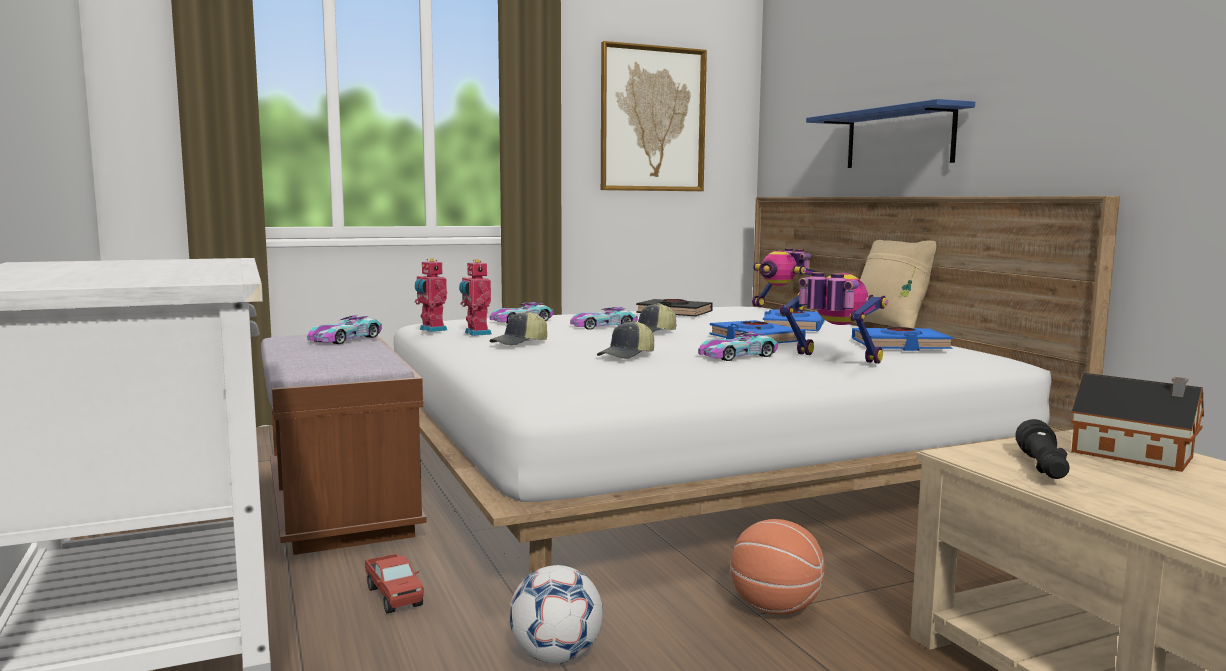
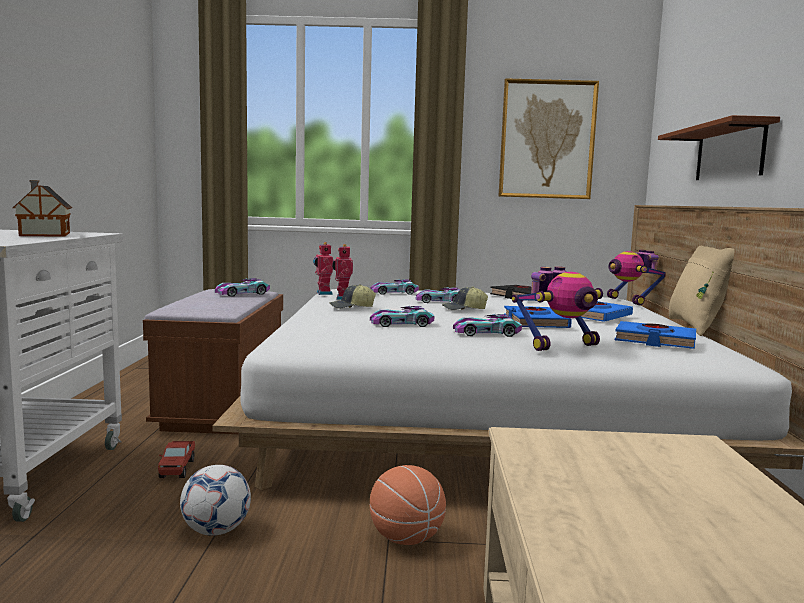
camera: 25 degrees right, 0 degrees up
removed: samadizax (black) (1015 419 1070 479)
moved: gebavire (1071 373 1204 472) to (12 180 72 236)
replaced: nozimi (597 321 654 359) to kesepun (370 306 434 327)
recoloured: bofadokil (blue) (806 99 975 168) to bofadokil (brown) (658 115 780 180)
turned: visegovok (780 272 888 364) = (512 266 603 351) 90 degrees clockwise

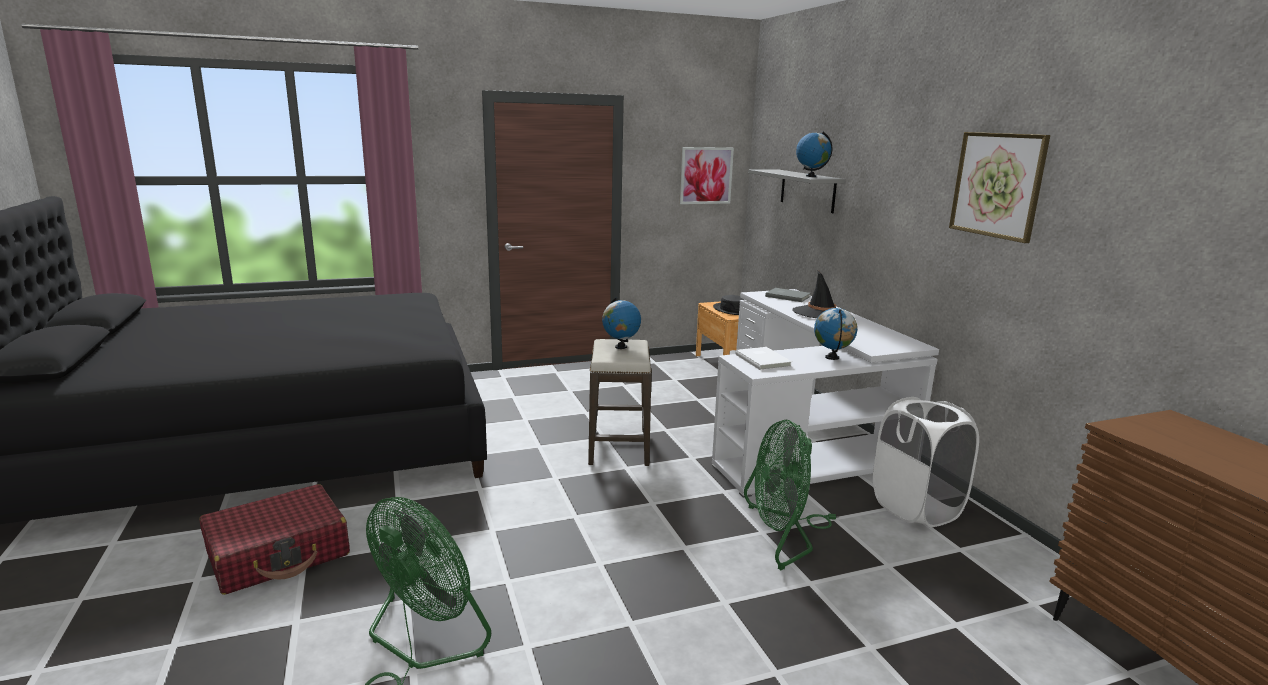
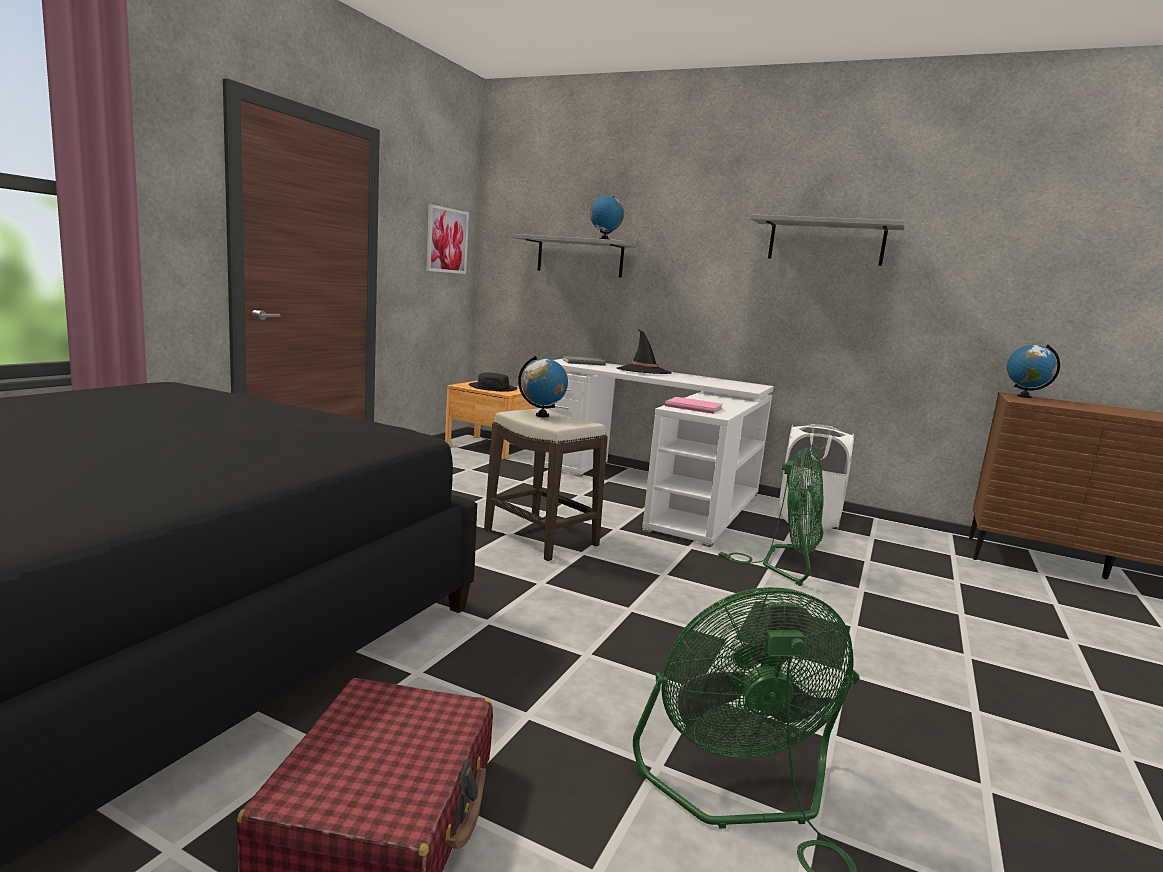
camera: 45 degrees left, 5 degrees down
moved: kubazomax (814 308 857 360) to (1007 345 1060 398)
replaced: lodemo (949 132 1050 243) to bofadokil (grey) (750 215 905 266)
recoloured: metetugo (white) (735 347 792 370) to metetugo (pink) (665 397 723 414)
turned: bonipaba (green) (744 420 837 570) = (717 448 824 586) 105 degrees counterclockwise

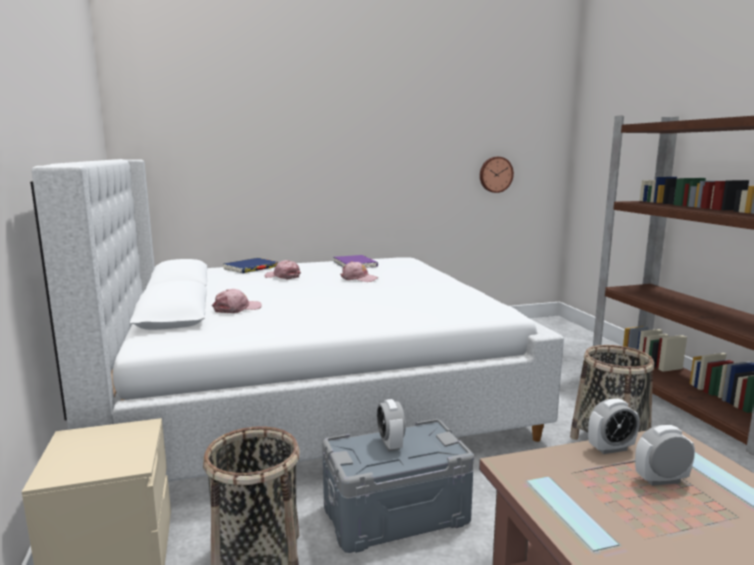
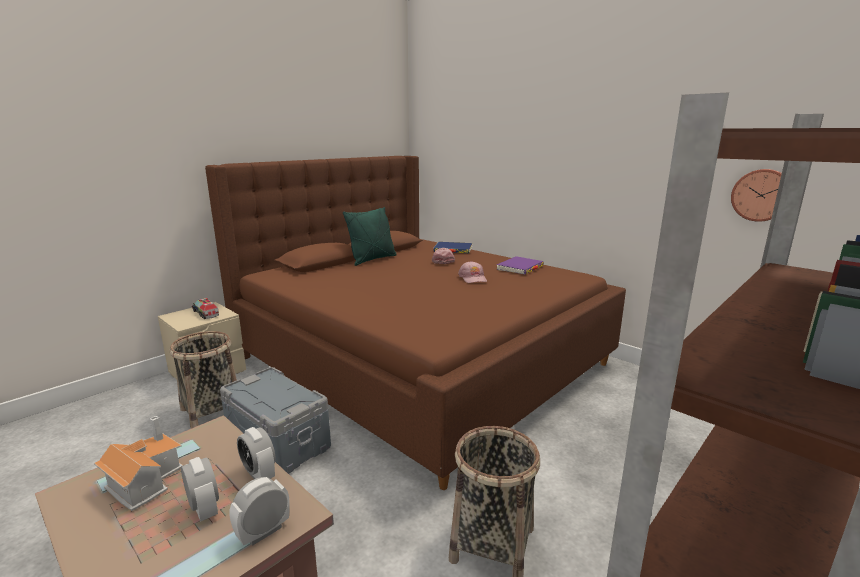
camera: 60 degrees right, 5 degrees up
removed: nozimi (pink) (212 289 262 313)
added: gebavire (94 416 183 511); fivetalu (191 298 219 319); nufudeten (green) (343 207 397 266)
moved: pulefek (377 399 406 451) to (230 477 290 546)
recoloured: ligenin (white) (30 159 564 482) to ligenin (brown) (205 156 626 490)

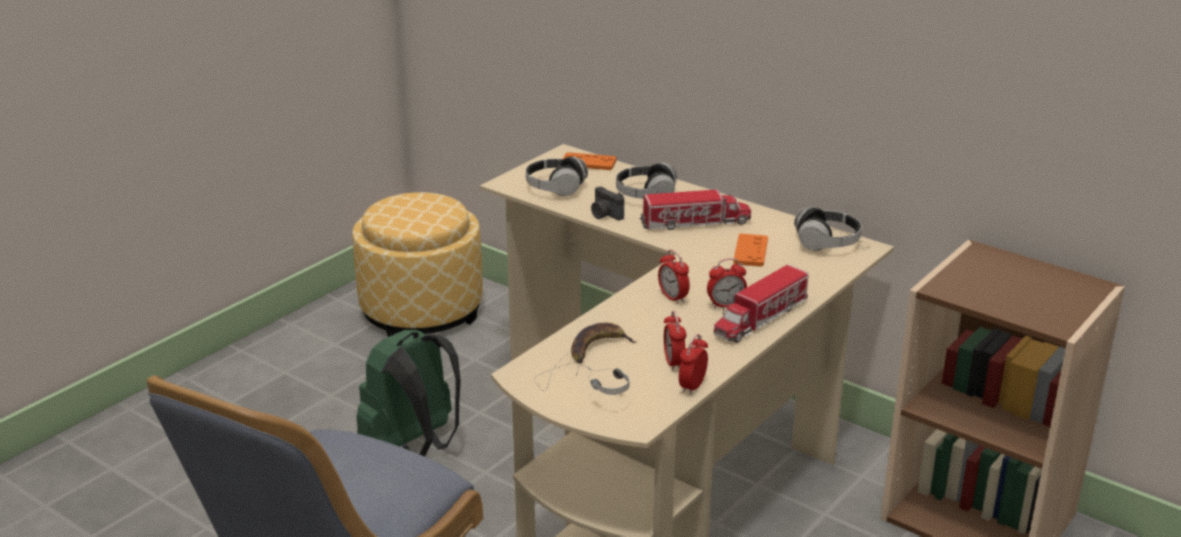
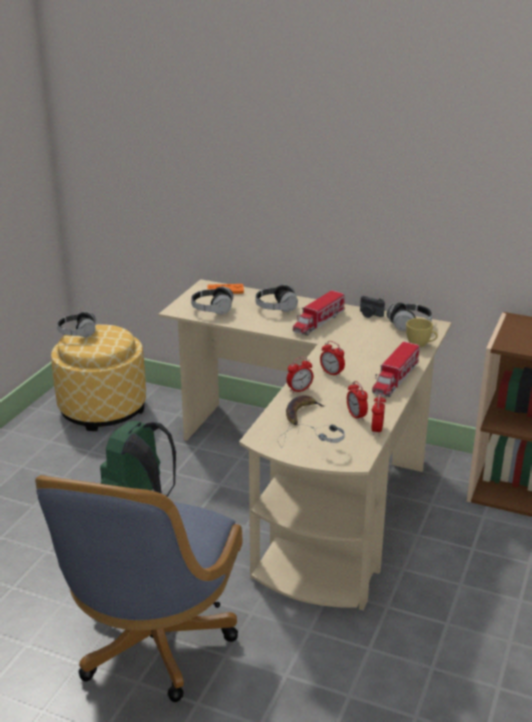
camera: 15 degrees left, 0 degrees up
removed: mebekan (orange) (733 233 768 267)
added: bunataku (57 311 96 337); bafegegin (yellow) (406 318 438 347)
moved: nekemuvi (591 186 624 220) to (360 296 385 318); pulefek (707 258 747 309) to (286 357 313 393)
turned: fivetalu (640 189 751 230) = (293 290 345 336) 150 degrees clockwise

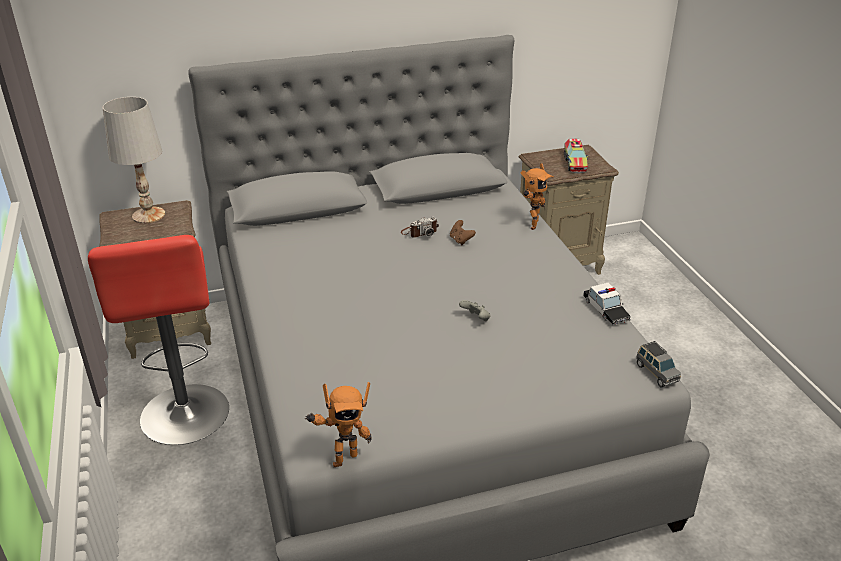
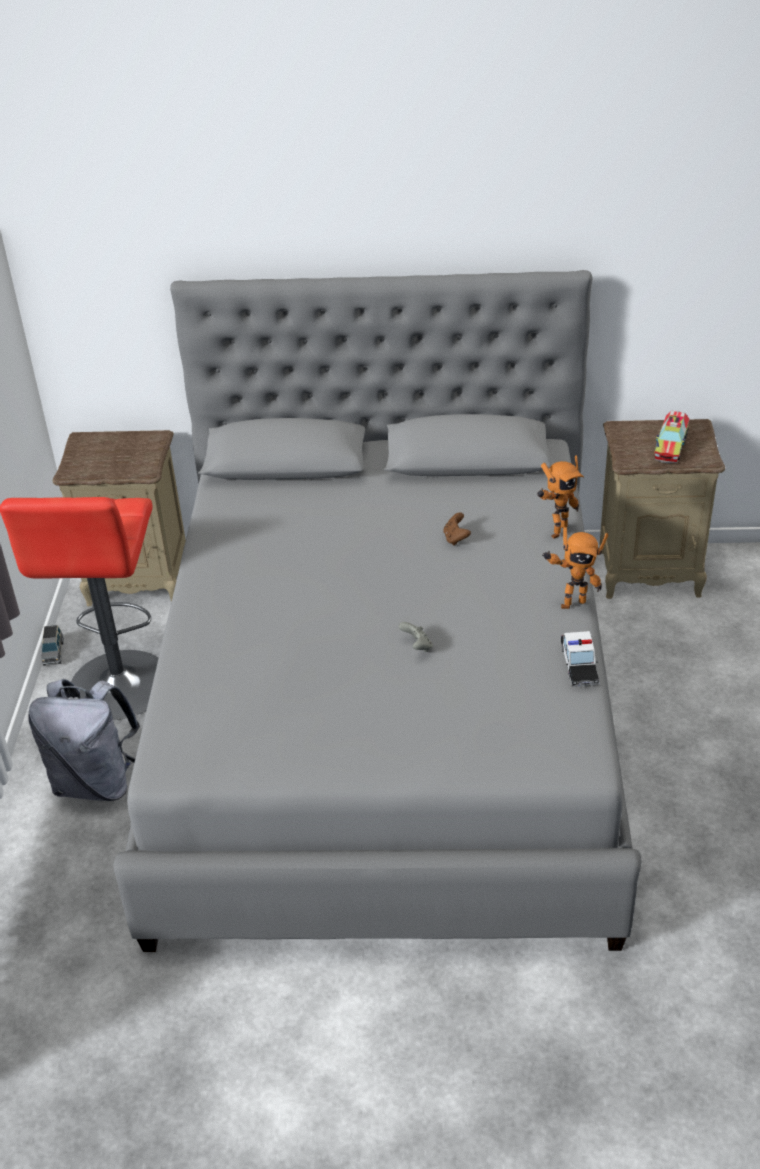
camera: 20 degrees right, 5 degrees up
removed: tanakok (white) (103 97 165 224); nekemuvi (401 217 439 238)
added: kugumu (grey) (28 679 140 801)
moved: visegovok (305 382 371 467) to (542 527 608 609); kesepun (grey) (636 341 681 387) to (41 625 64 666)

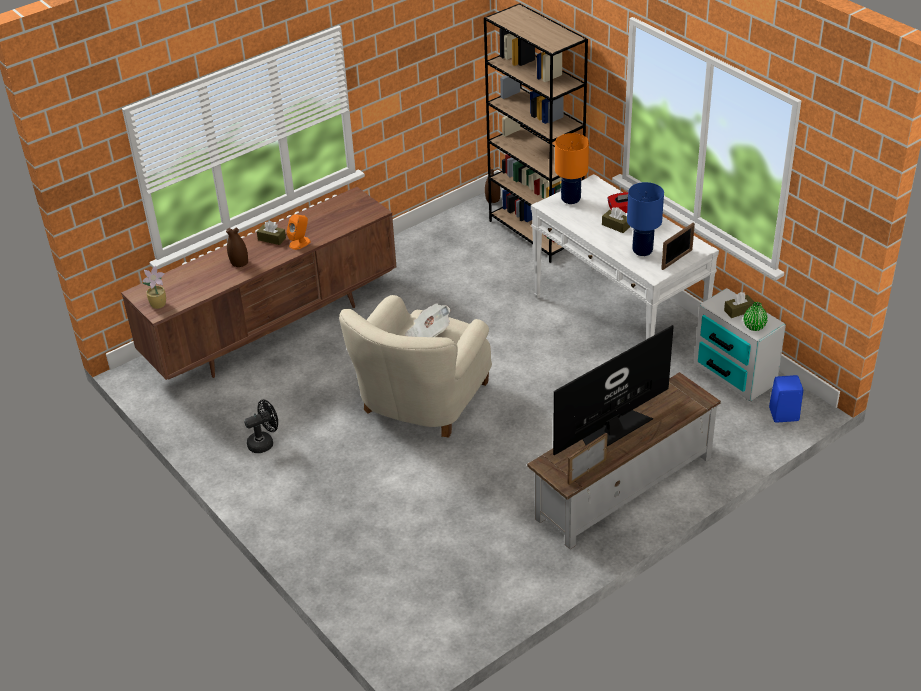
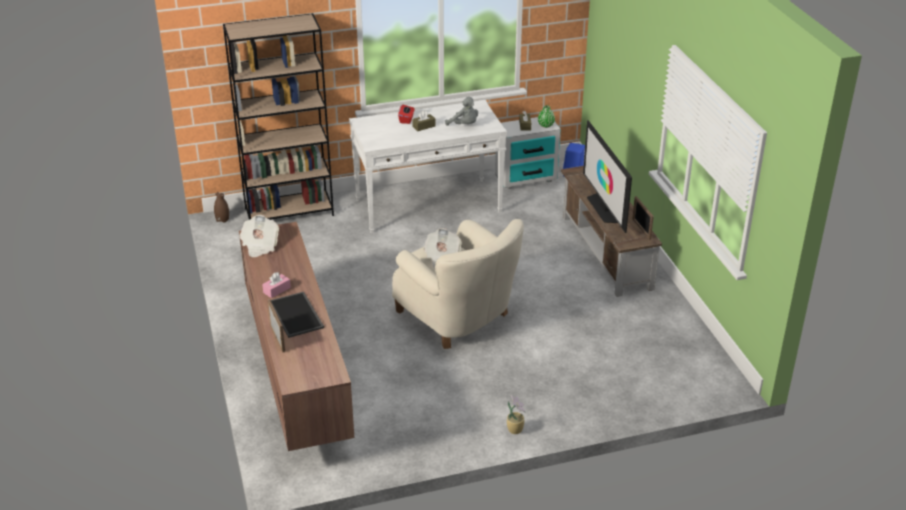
camera: 70 degrees left, 5 degrees down
removed: bonipaba (black) (244 399 278 453); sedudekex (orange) (287 214 311 250); tanakok (orange) (555 133 589 204)
added: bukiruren (239 215 279 258)
moved: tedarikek (142 266 166 309) to (507 395 526 434); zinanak (661 223 695 270) to (268 300 285 352)
replaced: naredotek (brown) (226 228 248 267) to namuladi (270 292 324 338); tanakok (blue) (627 182 664 256) to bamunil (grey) (445 97 478 126)
recoloured: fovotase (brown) (257 221 286 245) to fovotase (pink) (262 272 291 298)

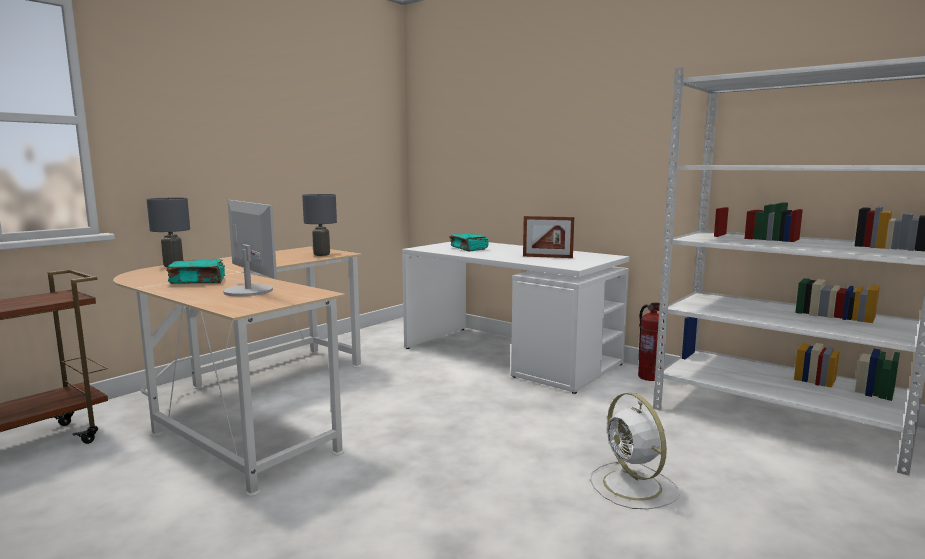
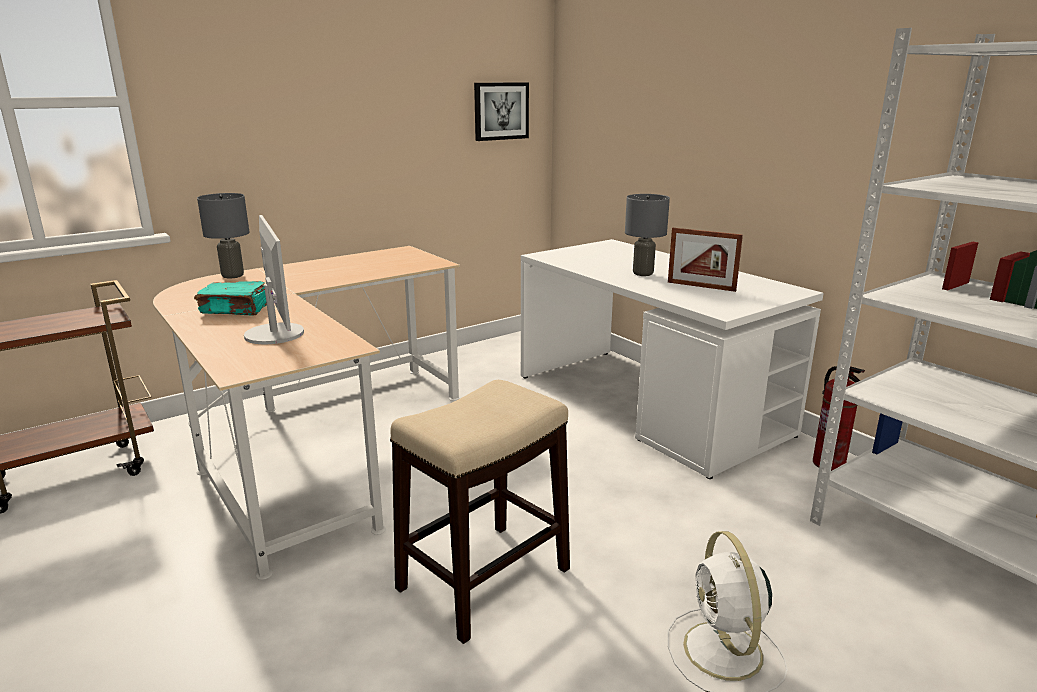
camera: 15 degrees right, 10 degrees up
removed: metetugo (turquoise) (449 234 489 251)
added: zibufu (390 380 570 644); lodemo (474 82 529 141)
moved: tanakok (grey) (302 193 337 256) to (625 194 670 276)

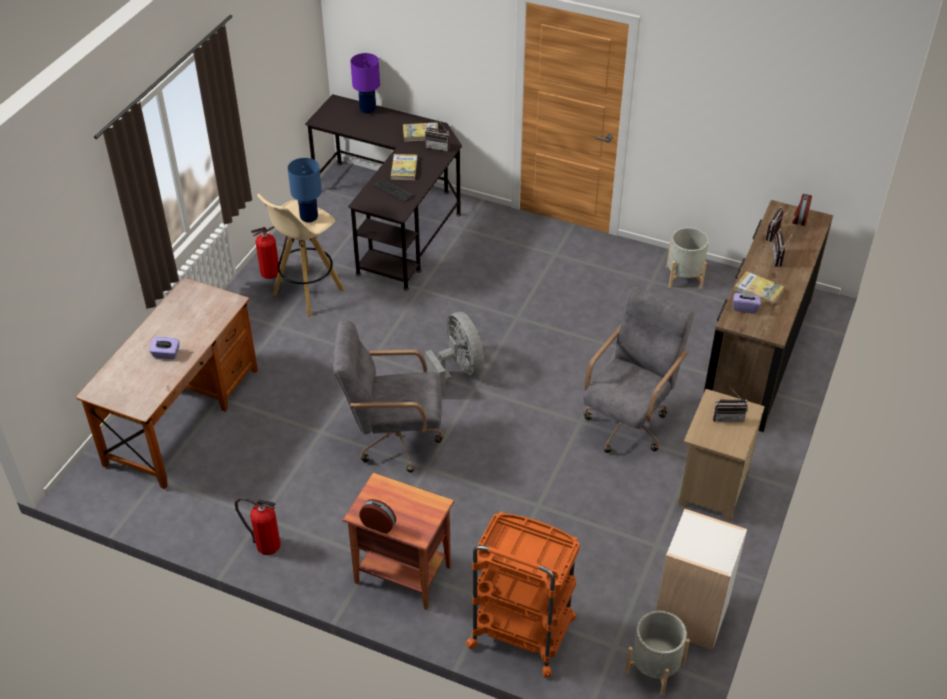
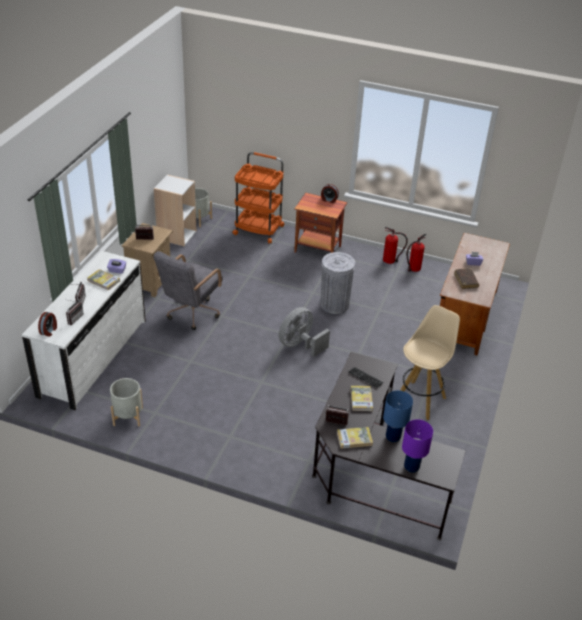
camera: 175 degrees right, 5 degrees down
added: metetugo (brown) (454 268 479 289)
moved: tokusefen (251 226 288 279) to (406 234 426 272); tanakok (blue) (288 158 322 223) to (383 390 413 442)
replaced: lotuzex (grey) (333 321 444 473) to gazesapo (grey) (320 252 355 314)
recoloured: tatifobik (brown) (703 200 833 432) to tatifobik (white) (22 251 146 410)
turned: bonipaba (grey) (425 312 484 396) = (279 307 330 357) 75 degrees clockwise

